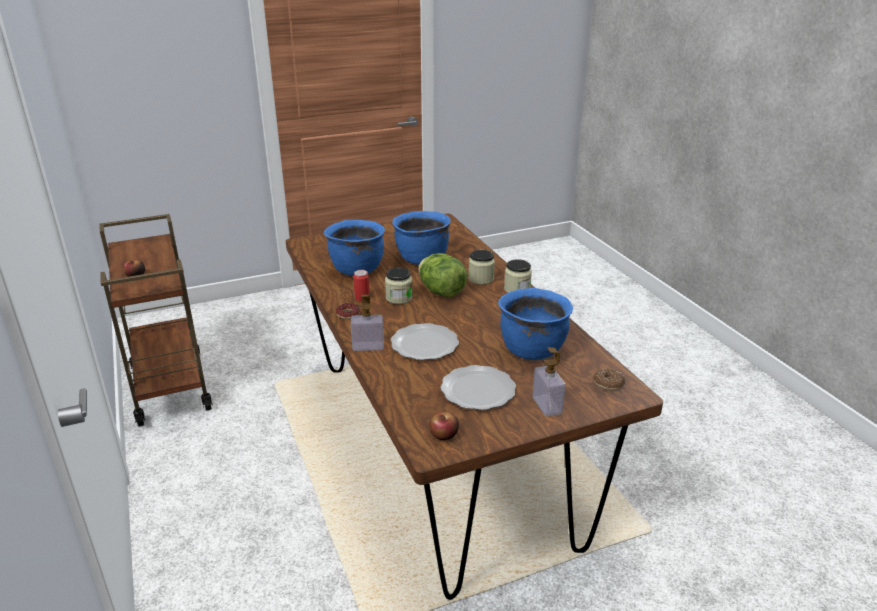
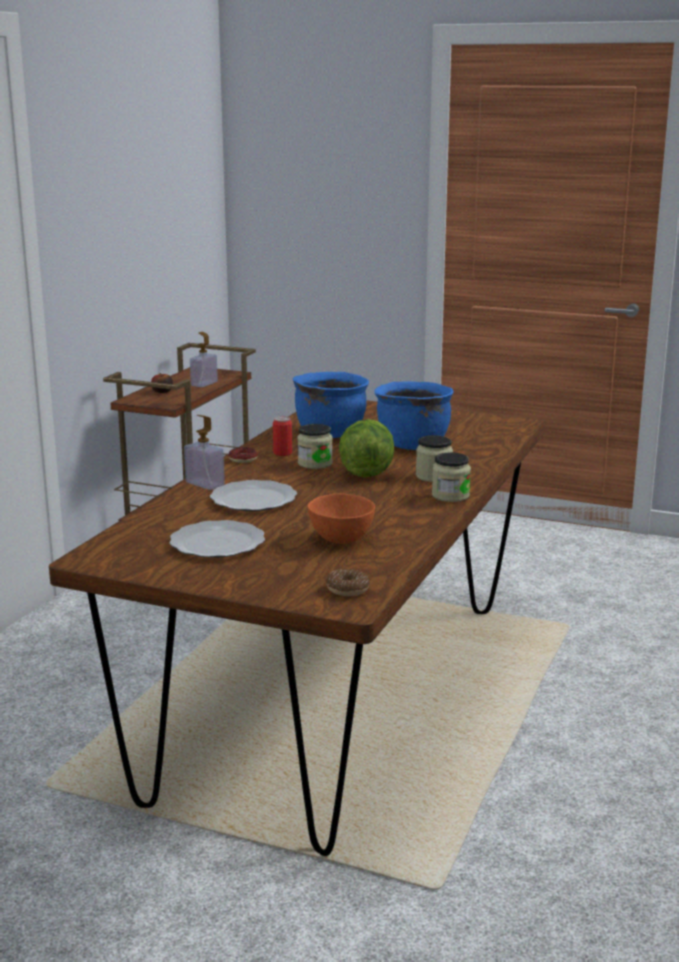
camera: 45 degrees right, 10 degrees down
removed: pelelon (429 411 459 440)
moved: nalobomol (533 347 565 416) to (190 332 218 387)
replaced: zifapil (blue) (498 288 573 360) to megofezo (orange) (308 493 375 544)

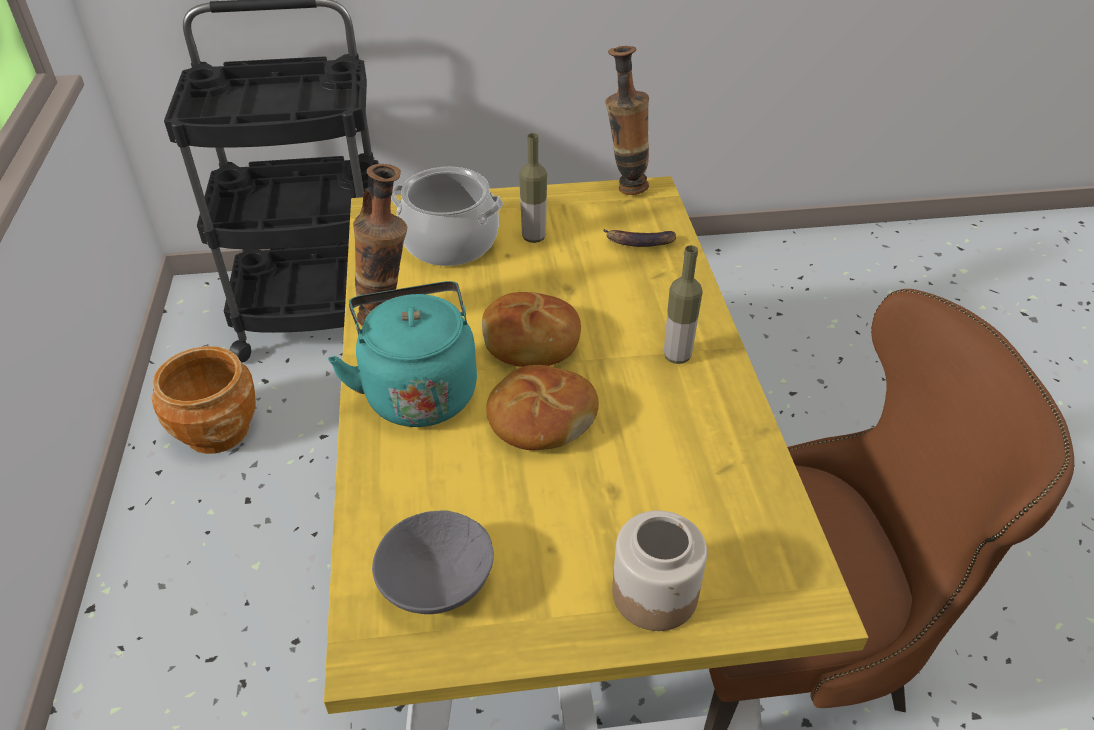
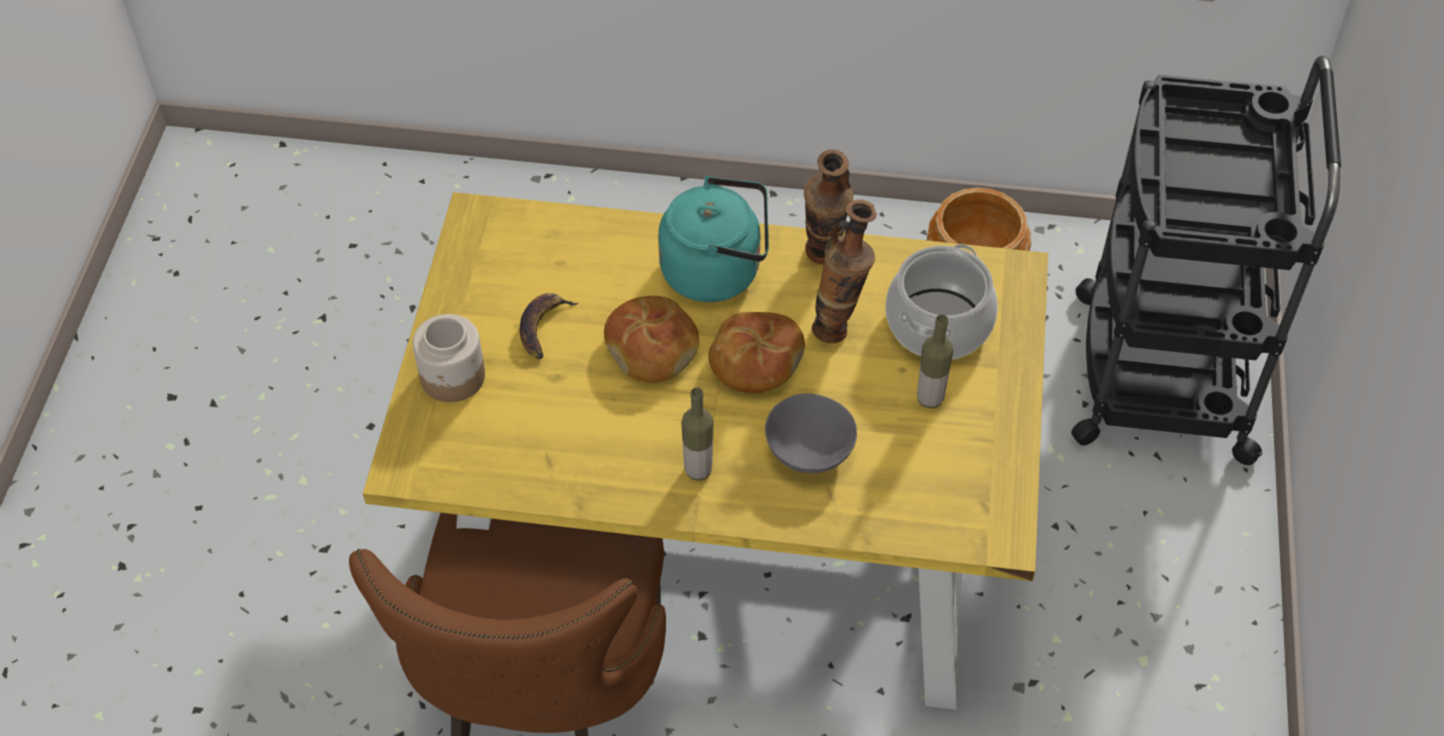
camera: 105 degrees right, 10 degrees up
moved: megofezo (grey) (372 510 494 614) to (765 393 857 473); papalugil (604 229 676 247) to (519 293 578 359); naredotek (605 46 649 195) to (812 200 877 343)

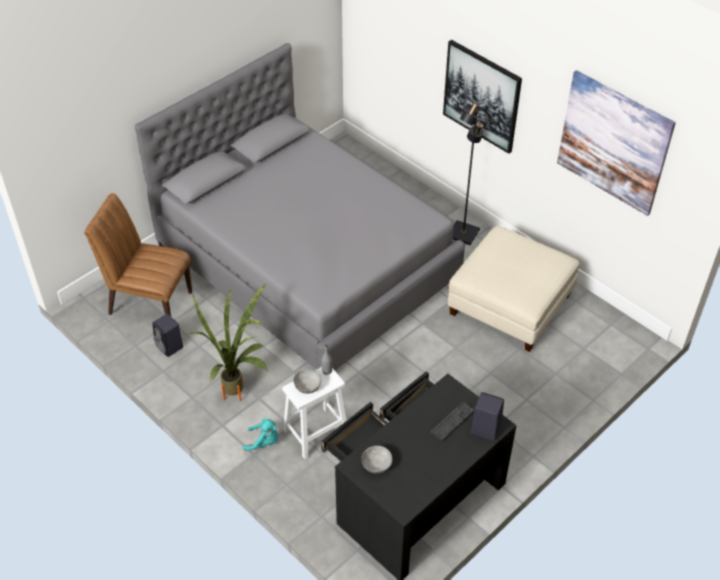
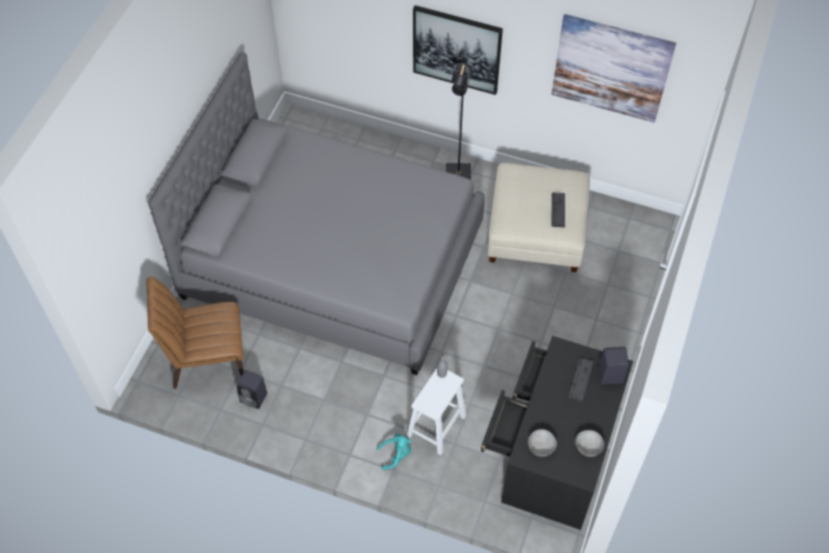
camera: 25 degrees left, 10 degrees up
removed: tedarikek (189 284 268 401)
added: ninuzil (551 192 565 227)
moved: megofezo (grey) (293 369 322 394) to (575 430 604 457)

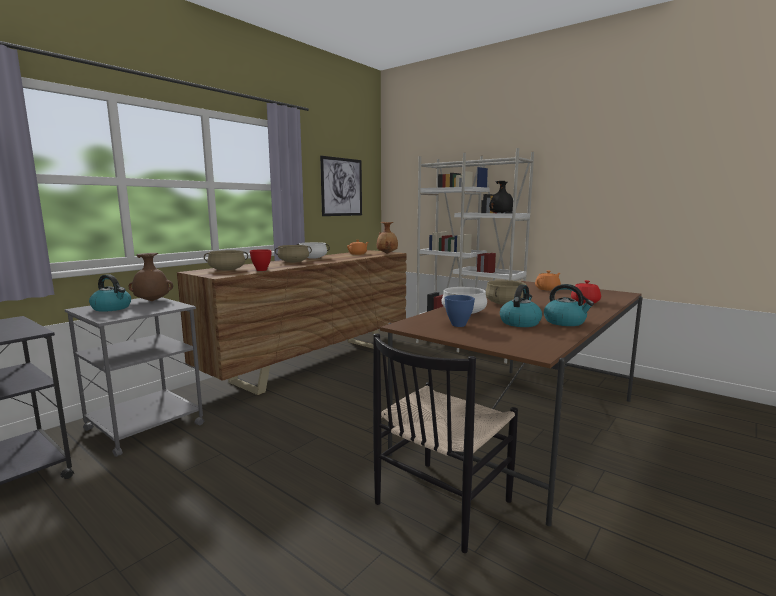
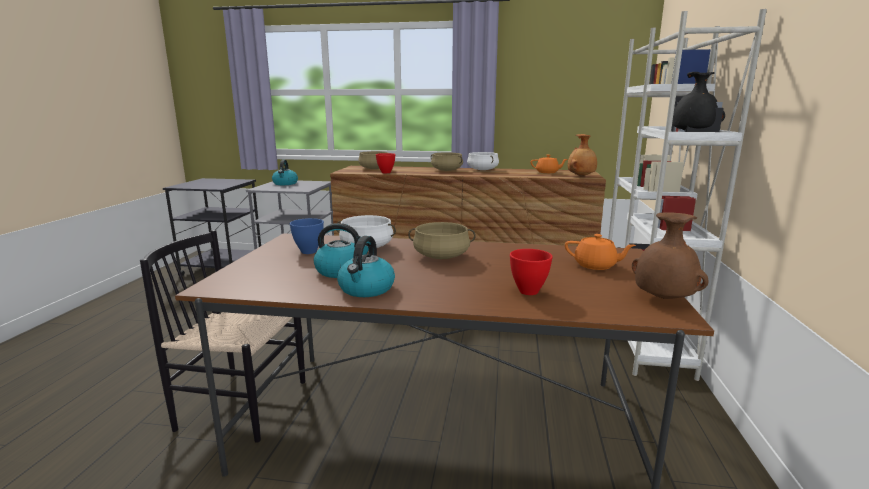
camera: 60 degrees right, 5 degrees up
removed: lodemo (320 156 362 216)
moved: naredotek (brown) (129 253 173 301) to (632 212 709 299)
replaced: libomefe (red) (571 280 601 303) to megofezo (red) (510 249 553 295)

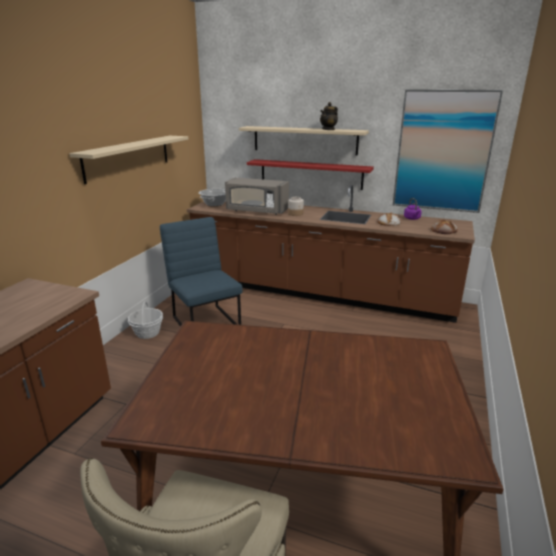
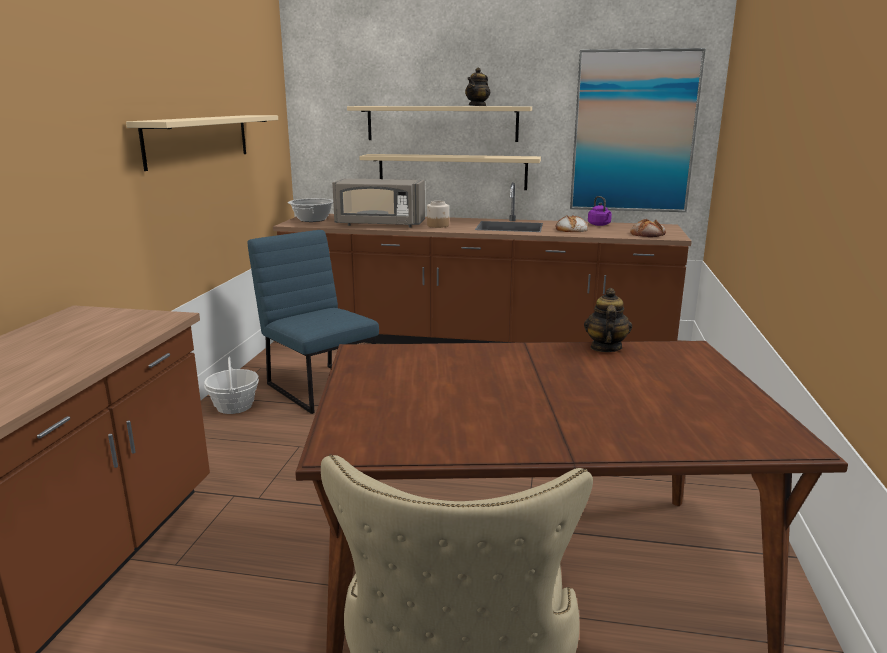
camera: 10 degrees left, 5 degrees down
added: libomefe (584 288 632 352)
recoloured: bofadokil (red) (247 159 374 190) to bofadokil (beige) (359 154 541 190)

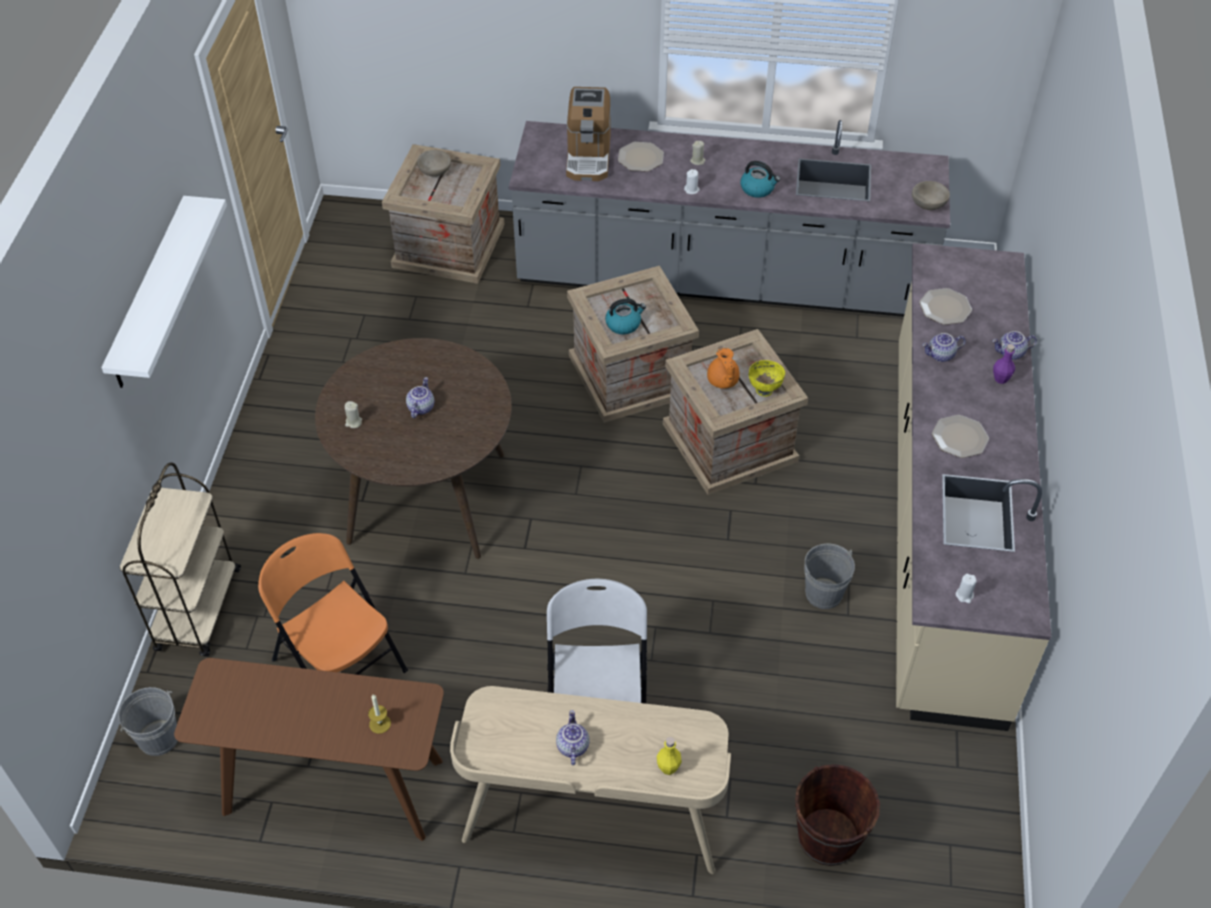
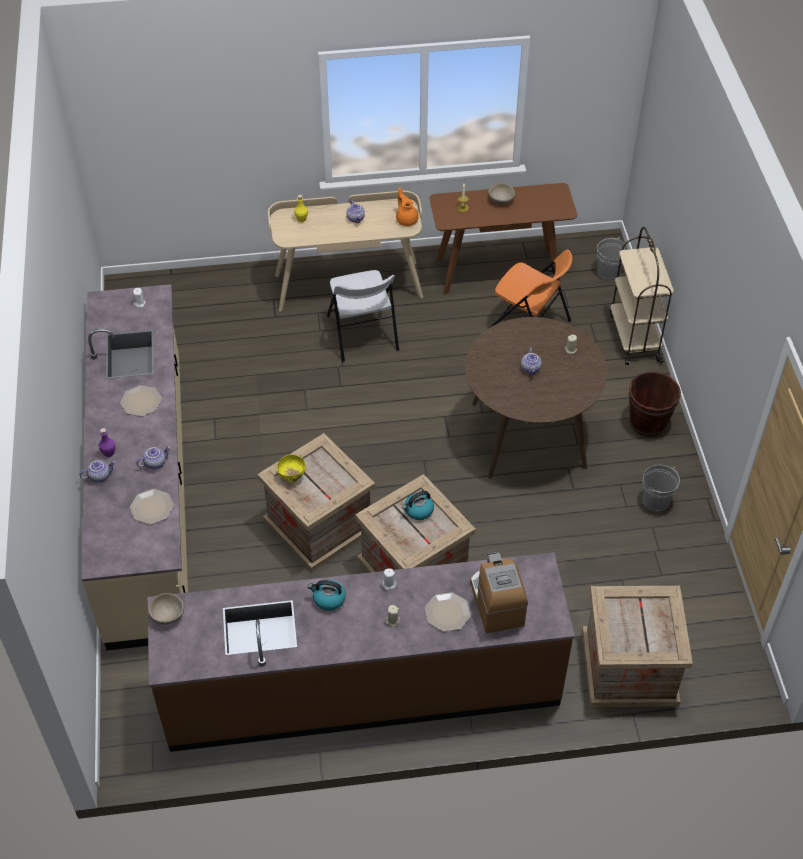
camera: 165 degrees right, 0 degrees up
removed: bofadokil (white) (101 196 227 388)
moved: megofezo (beige) (417 150 451 177) to (488 183 515 205); libomefe (orange) (707 348 740 389) to (396 188 418 226); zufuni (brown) (795 764 880 866) to (629 372 681 437); zufuni (grey) (804 544 855 609) to (642 465 680 512)
recoloured: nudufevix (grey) (509 120 950 317) to nudufevix (brown) (148 552 575 752)

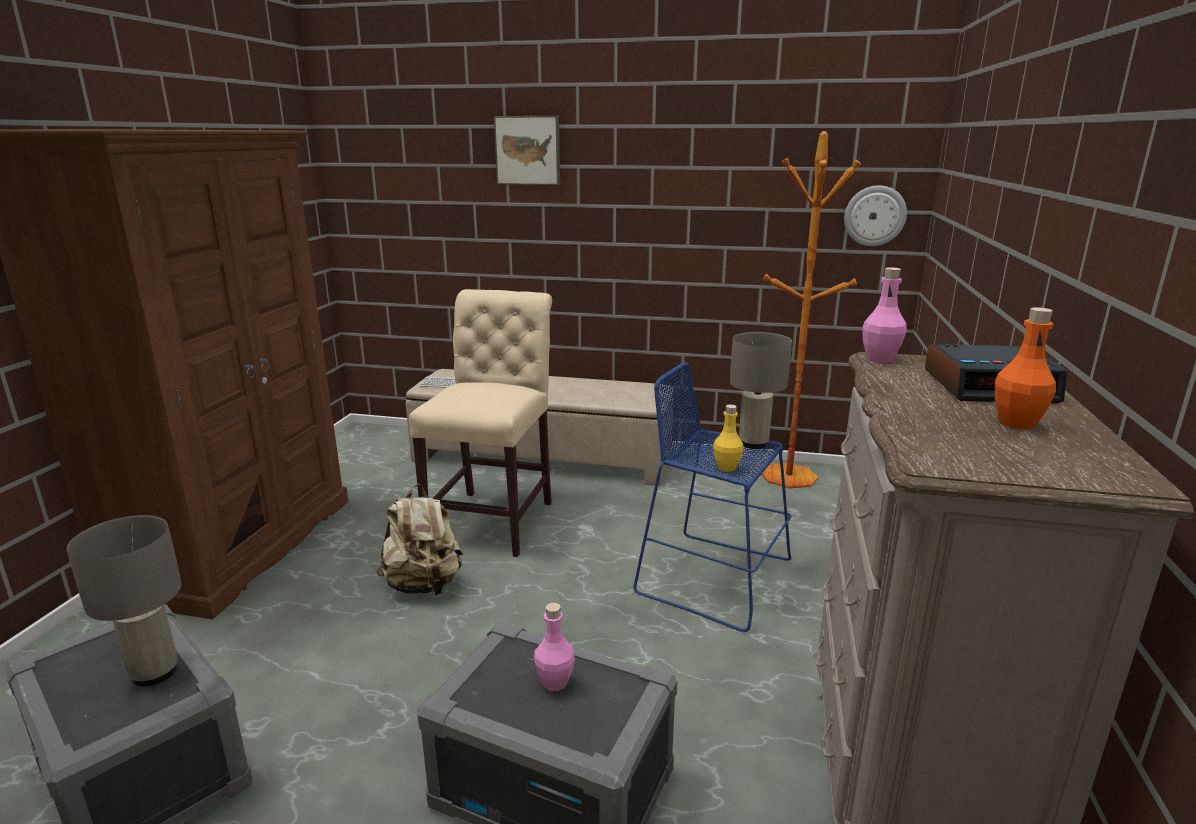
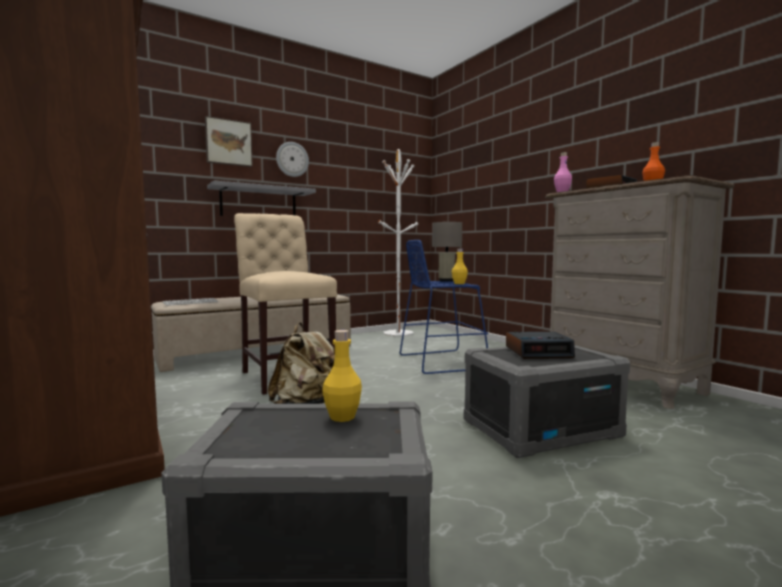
camera: 45 degrees left, 15 degrees down
added: bofadokil (grey) (207 180 316 216)
moved: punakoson (844 185 907 246) to (276 142 309 177)
replaced: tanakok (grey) (67 515 182 687) to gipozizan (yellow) (322 330 362 422); gipozizan (pink) (534 603 575 691) to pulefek (506 332 575 359)
recoloured: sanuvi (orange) (761 131 861 489) to sanuvi (white) (378 149 418 336)

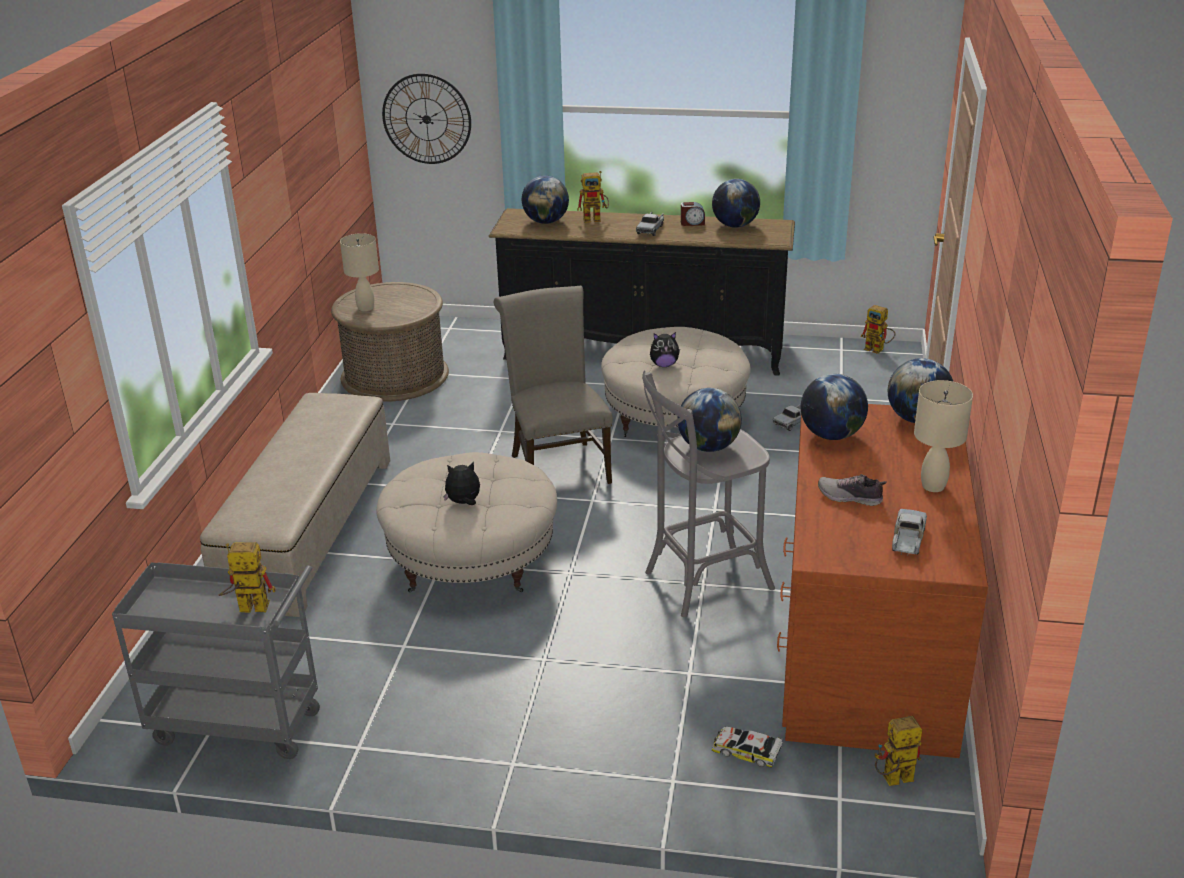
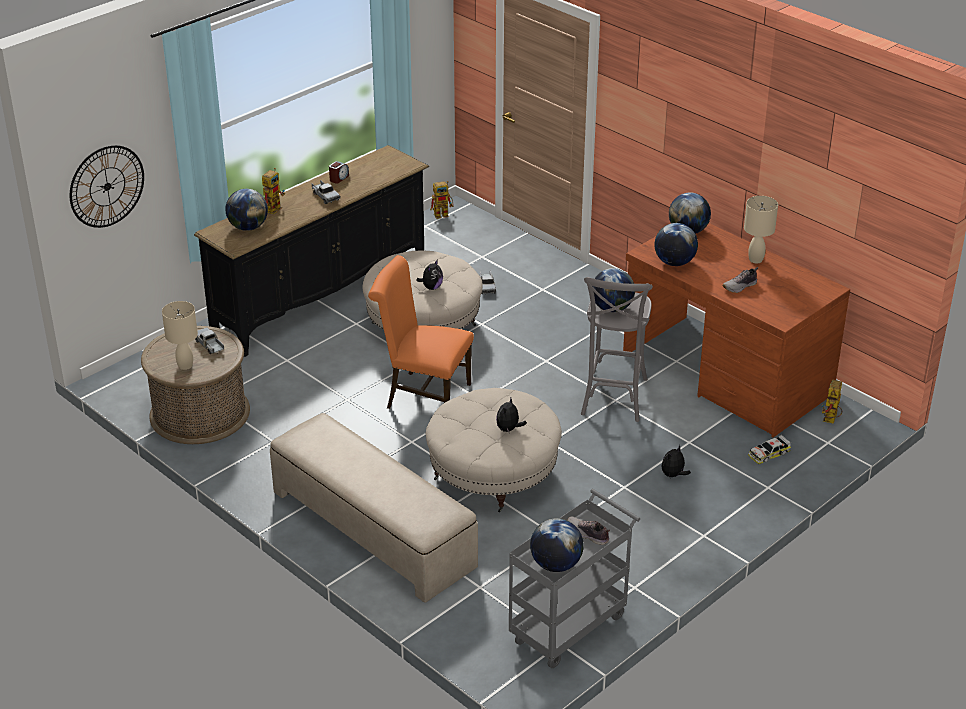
camera: 55 degrees left, 5 degrees up
added: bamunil (662 445 691 477)
moved: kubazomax (712 179 760 228) to (530 518 584 572); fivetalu (892 509 927 556) to (195 328 224 354)
replaced: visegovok (218 542 276 613) to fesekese (567 517 610 545)
recoloured: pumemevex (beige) (494 286 613 484) to pumemevex (orange) (368 255 474 409)

